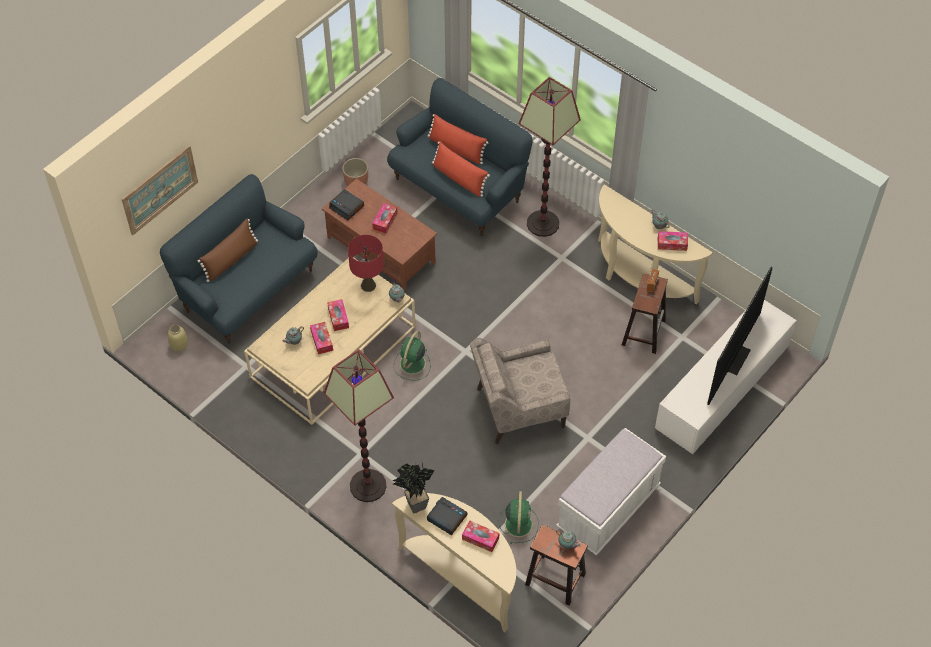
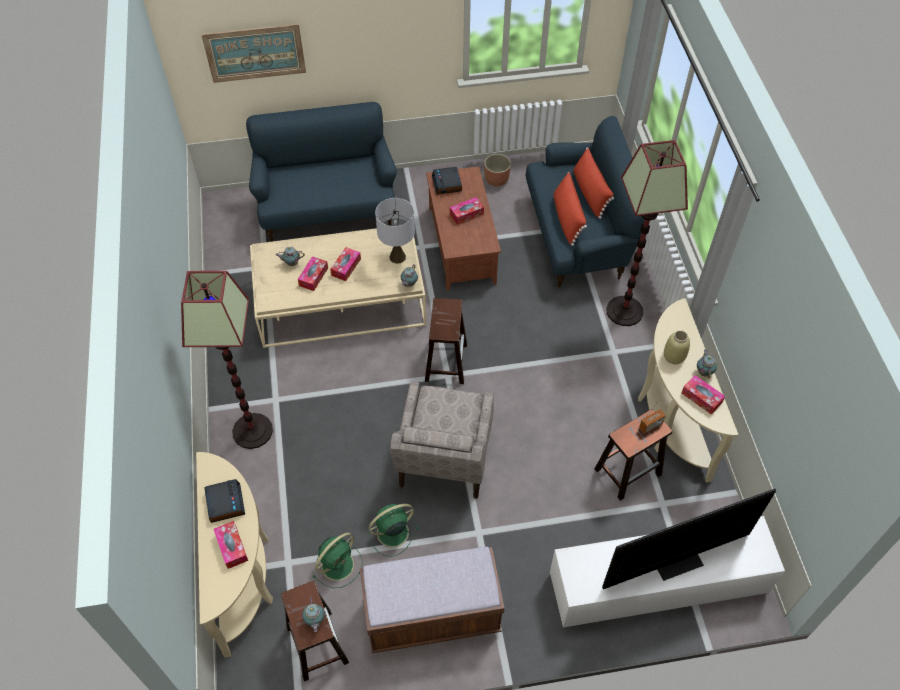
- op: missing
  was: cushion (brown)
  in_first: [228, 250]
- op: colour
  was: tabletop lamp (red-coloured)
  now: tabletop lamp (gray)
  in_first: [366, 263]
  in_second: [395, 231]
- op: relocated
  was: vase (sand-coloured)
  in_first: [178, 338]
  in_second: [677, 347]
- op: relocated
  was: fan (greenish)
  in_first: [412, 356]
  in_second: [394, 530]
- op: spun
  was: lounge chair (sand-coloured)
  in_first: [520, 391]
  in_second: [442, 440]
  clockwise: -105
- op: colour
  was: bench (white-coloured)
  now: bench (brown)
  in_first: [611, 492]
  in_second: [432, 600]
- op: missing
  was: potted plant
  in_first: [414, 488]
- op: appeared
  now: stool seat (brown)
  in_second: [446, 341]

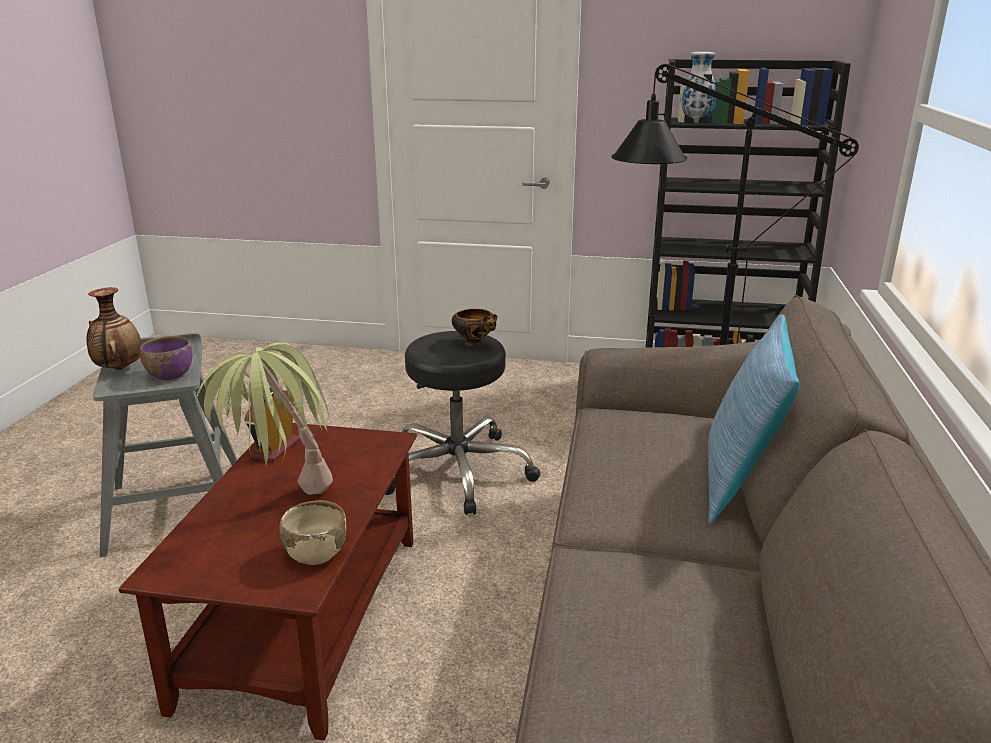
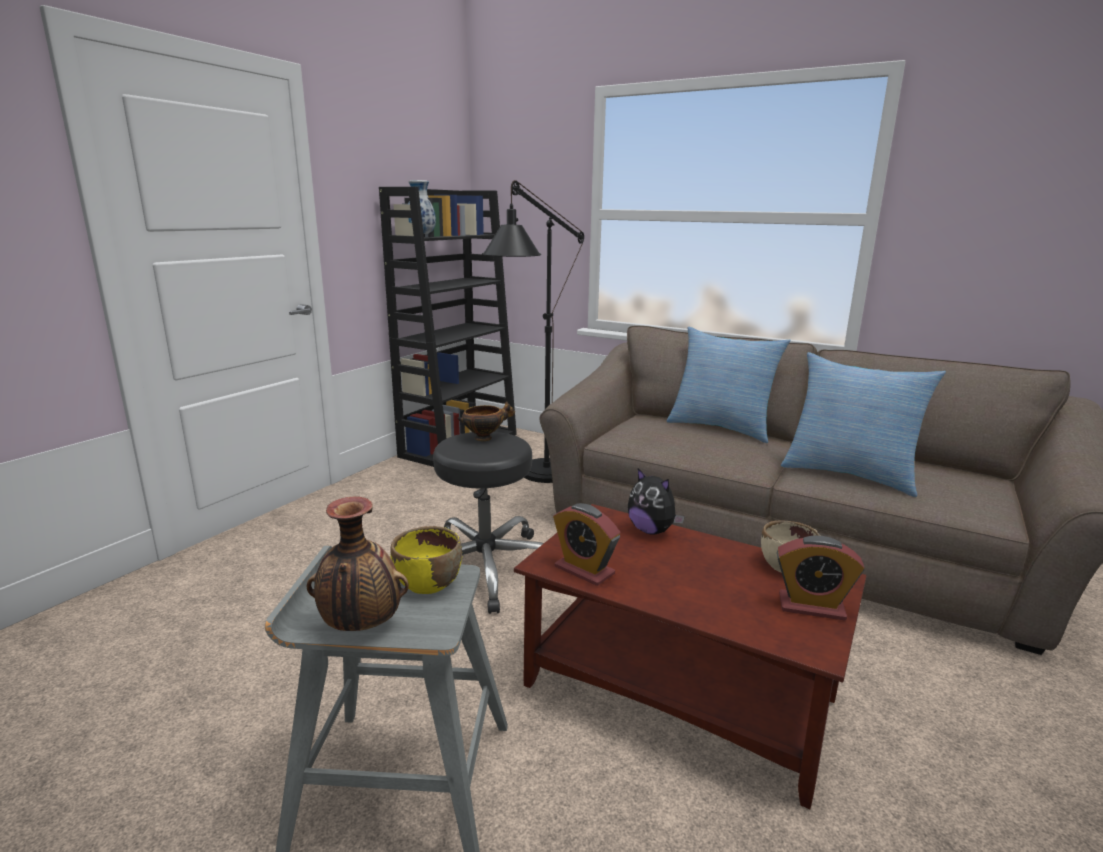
- op: colour
  was: bowl (purple-coloured)
  now: bowl (yellow-coloured)
  in_first: [166, 358]
  in_second: [426, 560]
- op: missing
  was: potted plant
  in_first: [264, 418]
- op: appeared
  now: cushion
  in_second: [863, 424]
- op: appeared
  now: soft toy
  in_second: [656, 501]
- op: appeared
  now: alarm clock
  in_second: [820, 578]

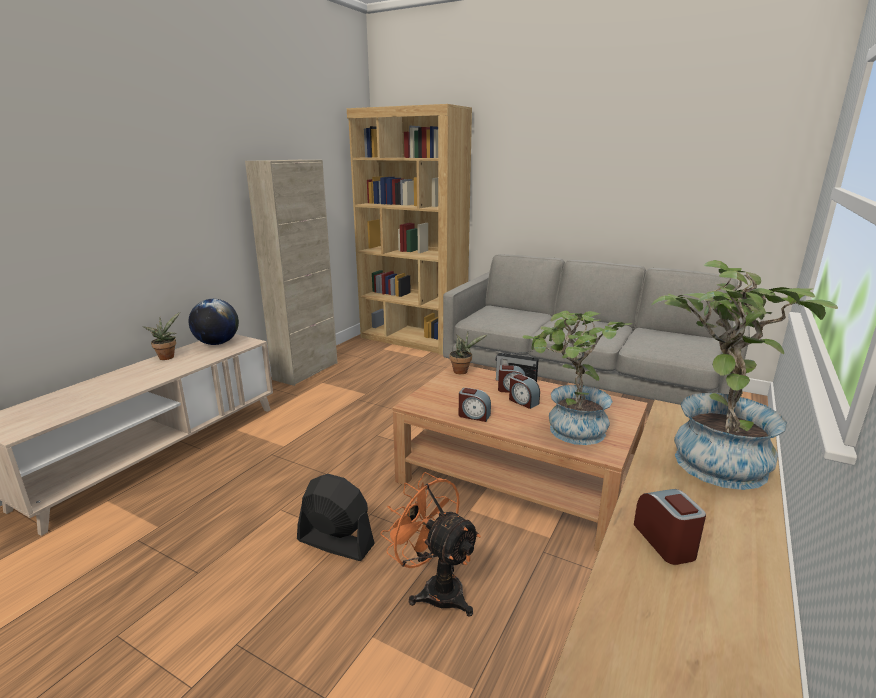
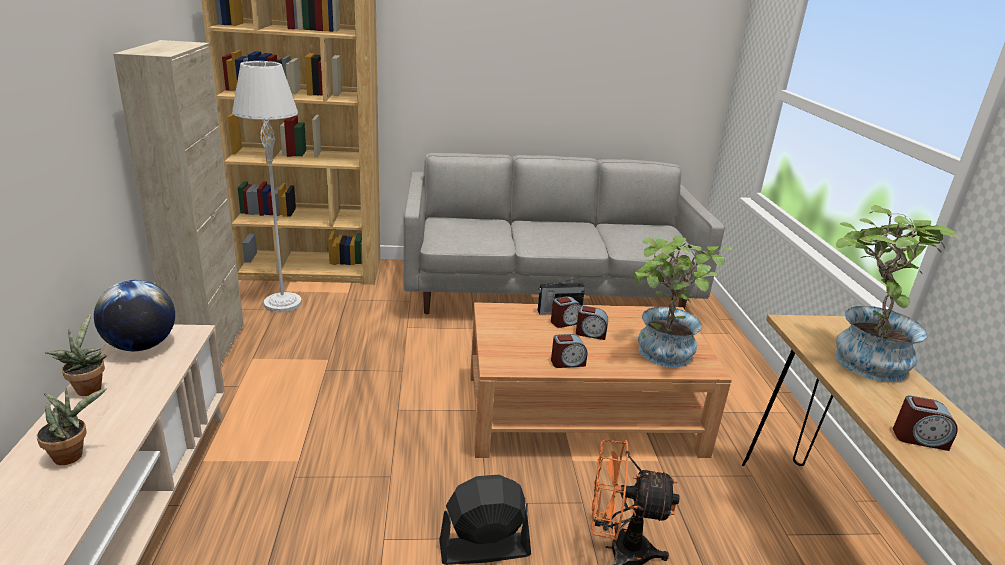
- op: relocated
  was: potted plant
  in_first: [468, 353]
  in_second: [72, 426]
- op: spun
  was: alarm clock
  in_first: [670, 527]
  in_second: [925, 423]
  clockwise: 150
- op: appeared
  now: floor lamp (gray)
  in_second: [267, 186]

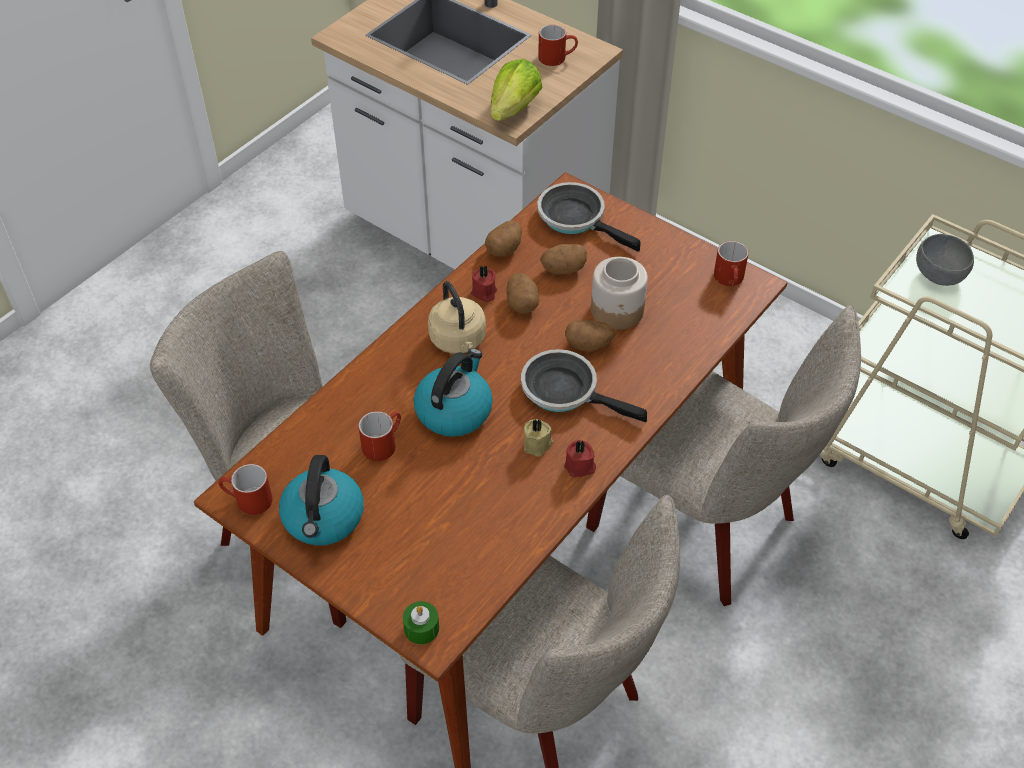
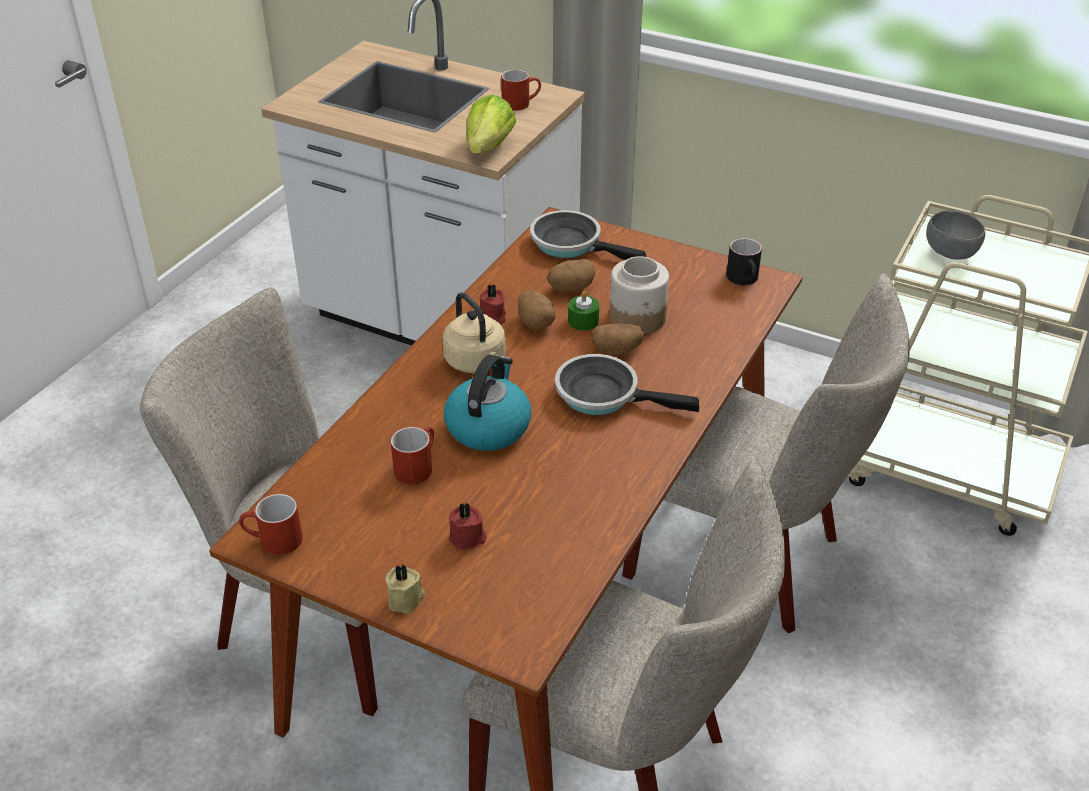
- op: missing
  was: potato
  in_first: [503, 238]
- op: colour
  was: mug (red-coloured)
  now: mug (blackish)
  in_first: [731, 263]
  in_second: [744, 261]
- op: relocated
  was: wax candle (sand-coloured)
  in_first: [538, 438]
  in_second: [405, 589]
- op: relocated
  was: wax candle (red-coloured)
  in_first: [580, 458]
  in_second: [468, 526]
- op: missing
  was: kettle
  in_first: [321, 500]
- op: relocated
  was: wax candle (greenish)
  in_first: [421, 622]
  in_second: [583, 311]

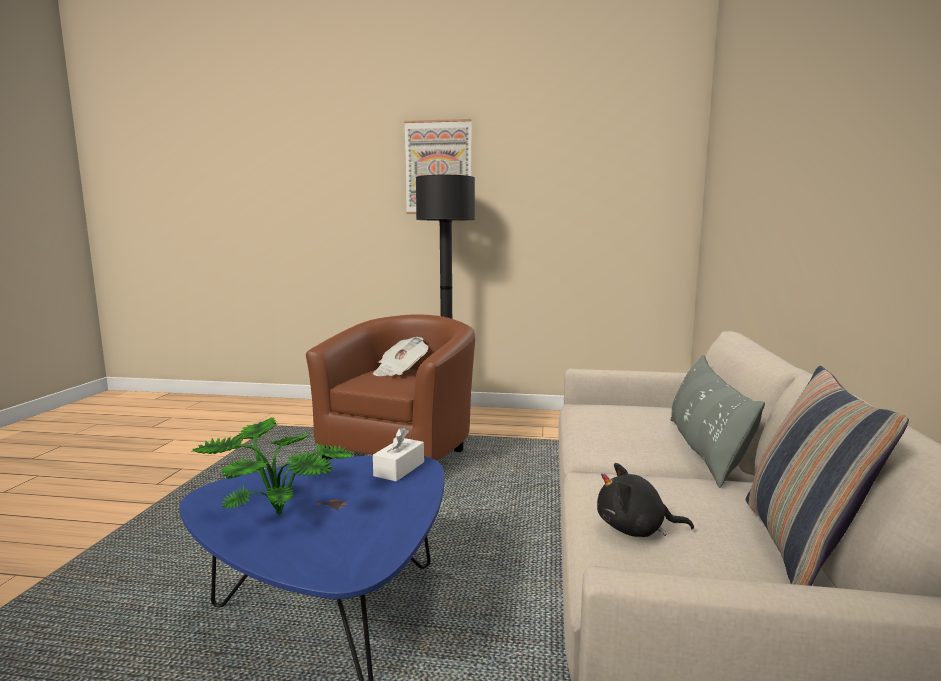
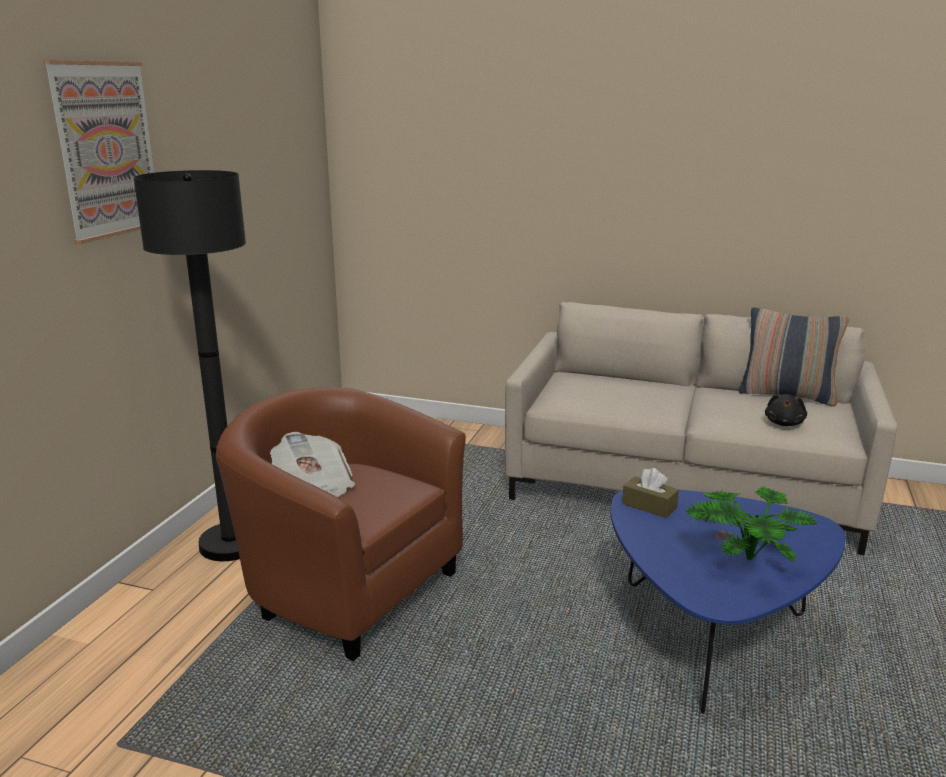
- op: missing
  was: cushion (gray)
  in_first: [718, 421]
- op: colour
  was: tissue holder (white-coloured)
  now: tissue holder (brown)
  in_first: [398, 454]
  in_second: [650, 493]

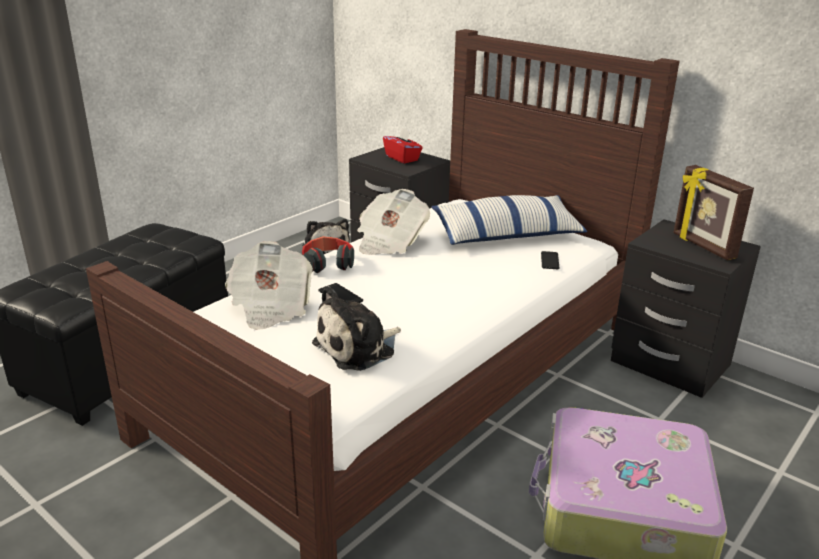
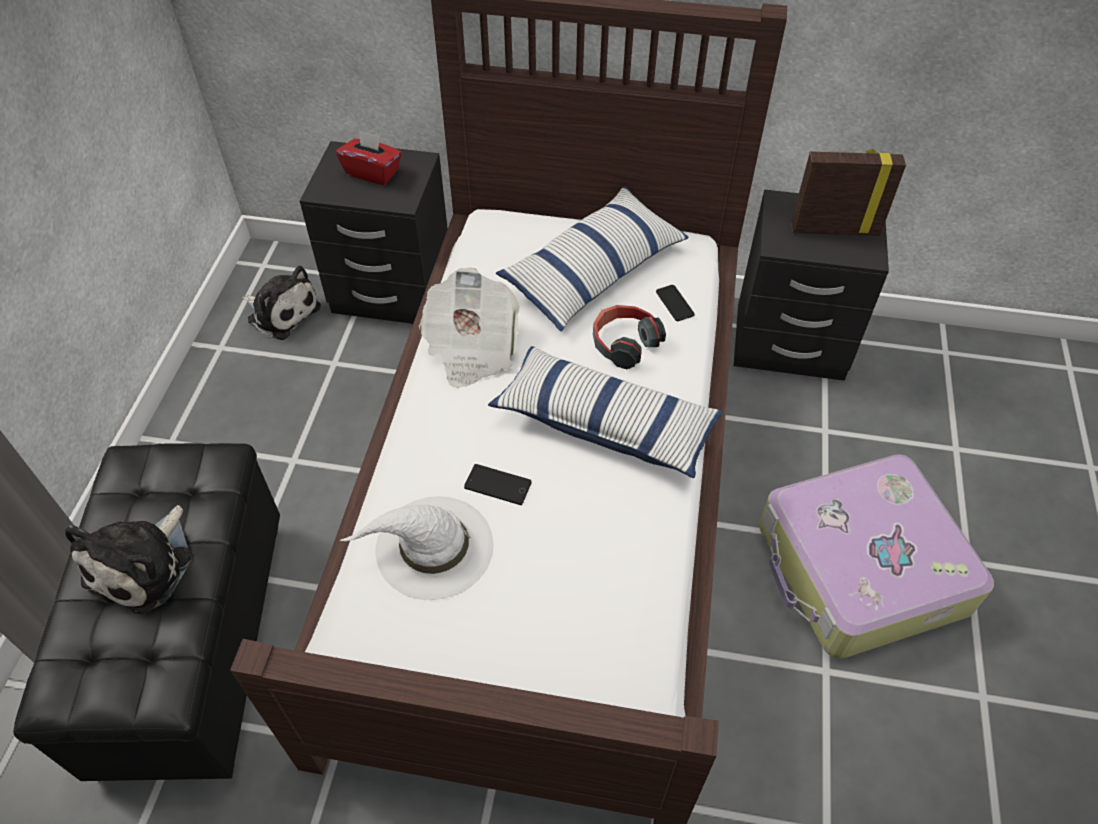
- op: spun
  was: picture frame
  in_first: [713, 212]
  in_second: [848, 192]
  clockwise: 150
- op: relocated
  was: headset
  in_first: [328, 254]
  in_second: [629, 337]
- op: exchanged
  was: daily paper
  now: hat (white-coloured)
  in_first: [269, 285]
  in_second: [416, 548]
- op: relocated
  was: soft toy
  in_first: [356, 328]
  in_second: [128, 559]
- op: appeared
  now: cushion
  in_second: [605, 412]

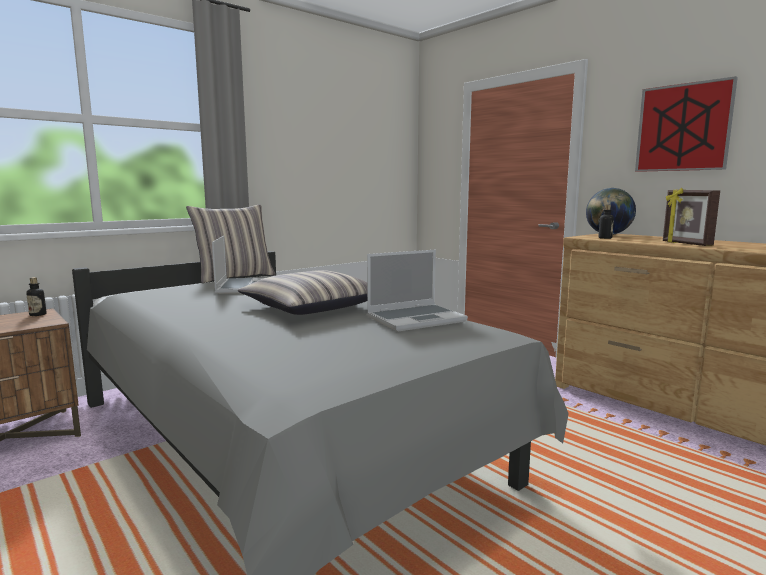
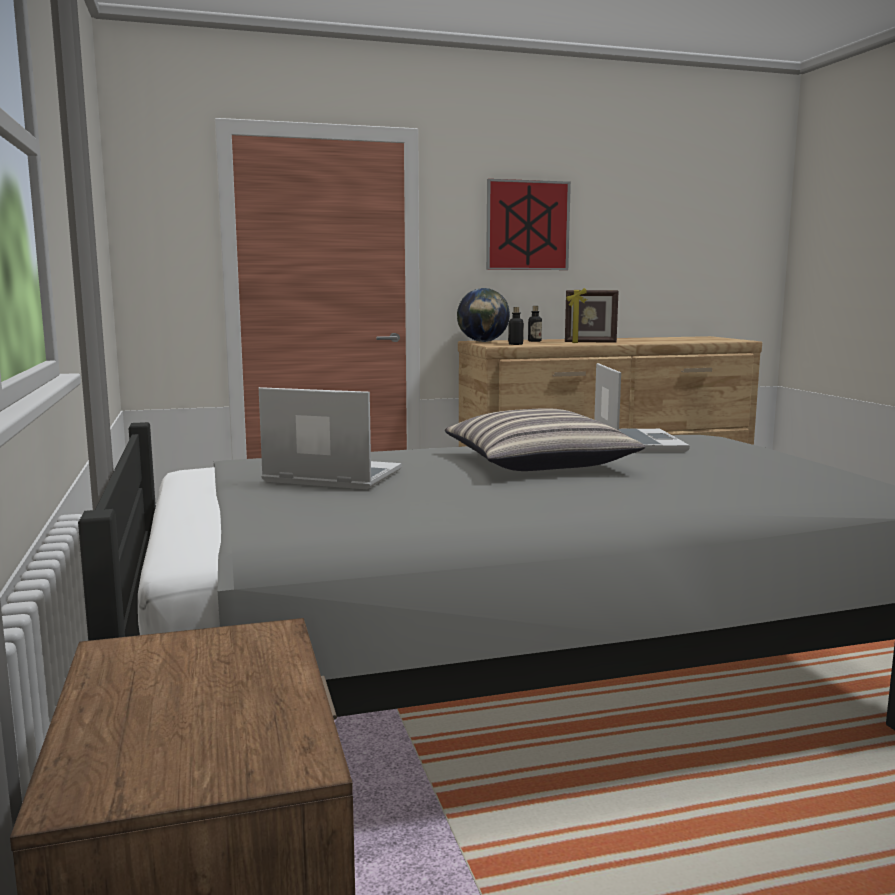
- op: missing
  was: cushion
  in_first: [230, 243]
- op: relocated
  was: drink bottle
  in_first: [36, 296]
  in_second: [535, 324]

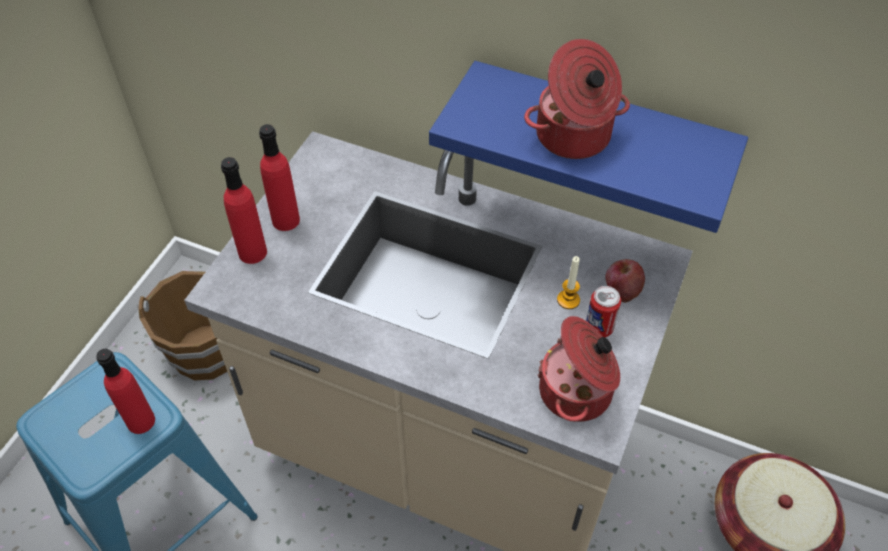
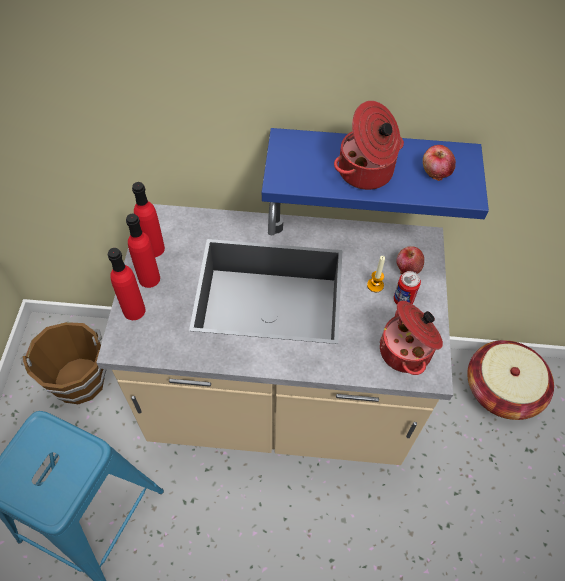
- op: relocated
  was: drink bottle (red-coloured)
  in_first: [125, 391]
  in_second: [148, 219]
- op: appeared
  now: apple fruit
  in_second: [439, 163]

